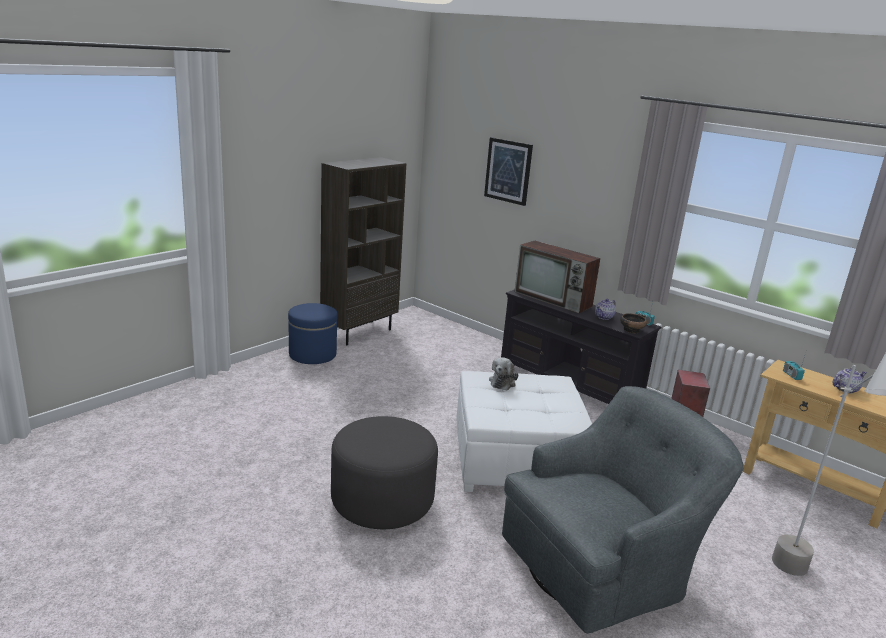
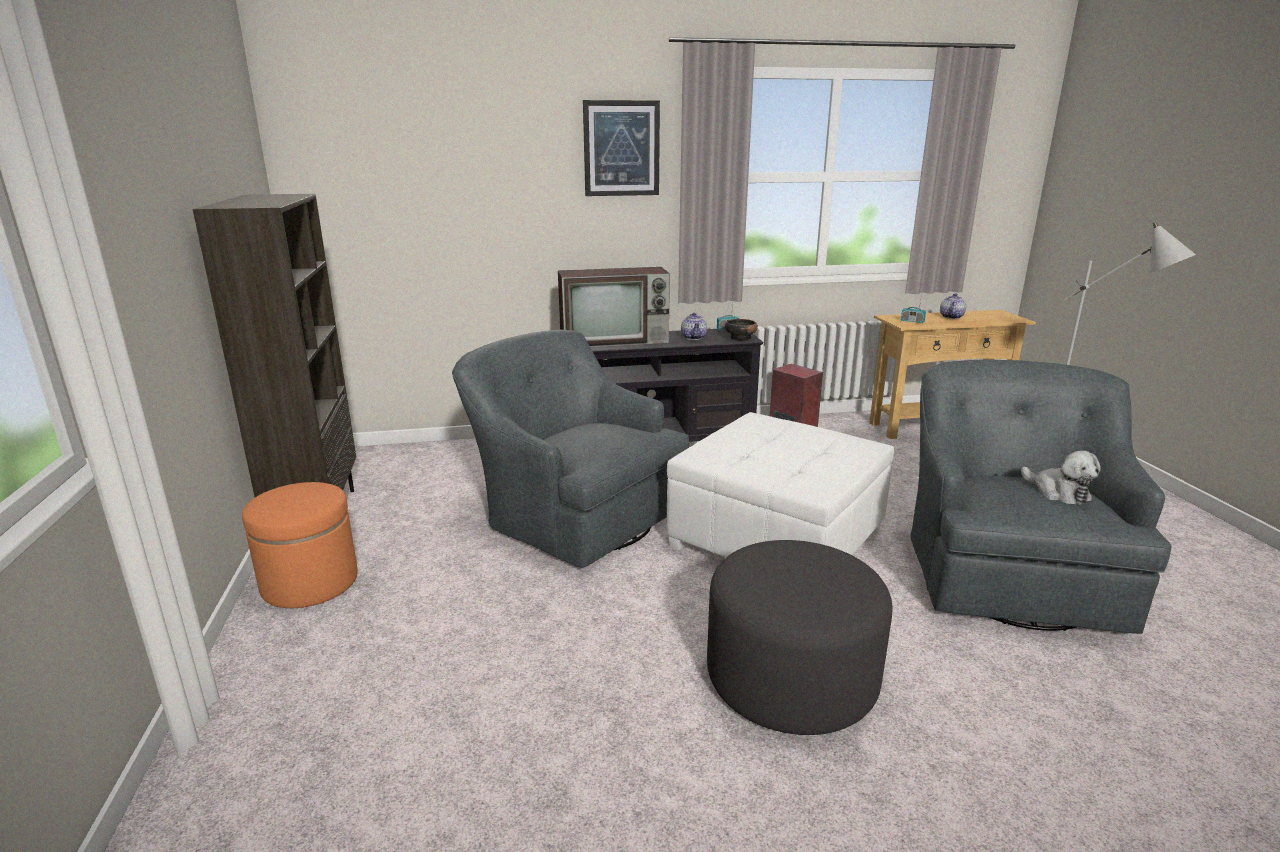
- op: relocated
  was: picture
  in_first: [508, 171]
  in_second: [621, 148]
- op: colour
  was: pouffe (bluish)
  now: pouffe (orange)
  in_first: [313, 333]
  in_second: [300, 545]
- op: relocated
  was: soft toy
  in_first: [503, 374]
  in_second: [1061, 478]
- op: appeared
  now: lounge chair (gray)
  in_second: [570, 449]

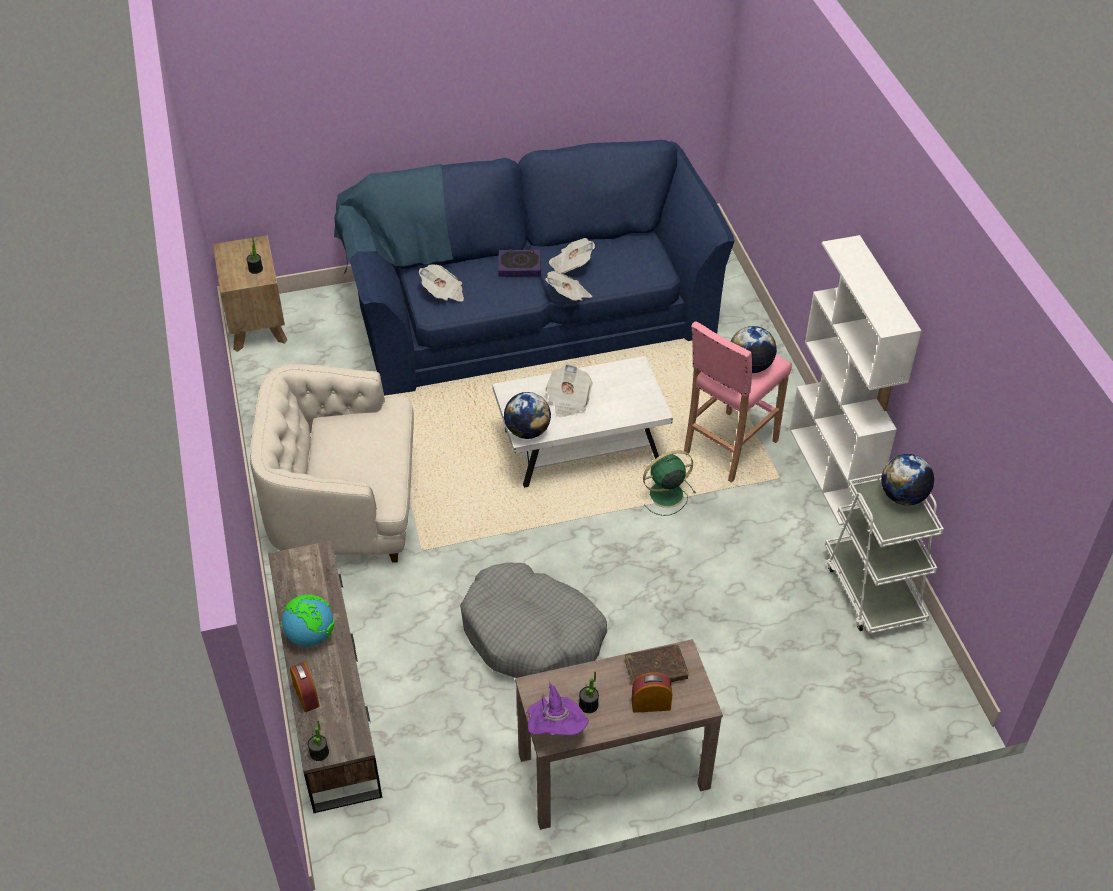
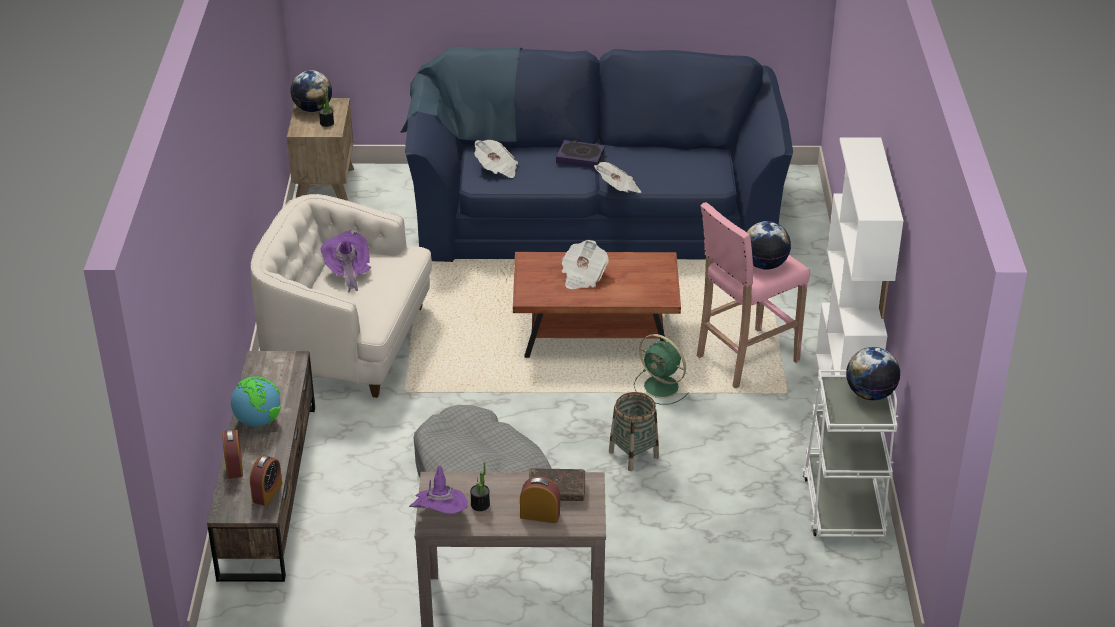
- op: missing
  was: daily paper
  in_first: [572, 255]
- op: colour
  was: lounge table (white-coloured)
  now: lounge table (brown)
  in_first: [582, 422]
  in_second: [597, 305]
- op: relocated
  was: desk globe
  in_first: [527, 415]
  in_second: [311, 91]
- op: spun
  was: fan (greenish)
  in_first: [669, 483]
  in_second: [661, 369]
  clockwise: -135
- op: missing
  was: potted plant
  in_first: [318, 740]
- op: appeared
  now: hat (purple-coloured)
  in_second: [346, 261]
- op: appeared
  now: household basket
  in_second: [634, 431]
- op: appeared
  now: alarm clock
  in_second: [266, 480]

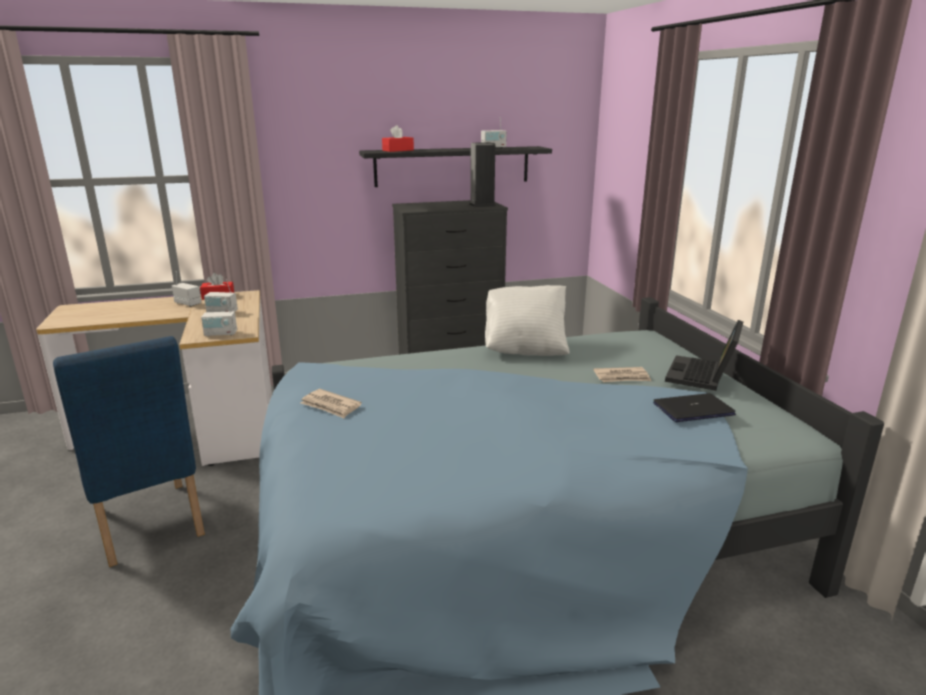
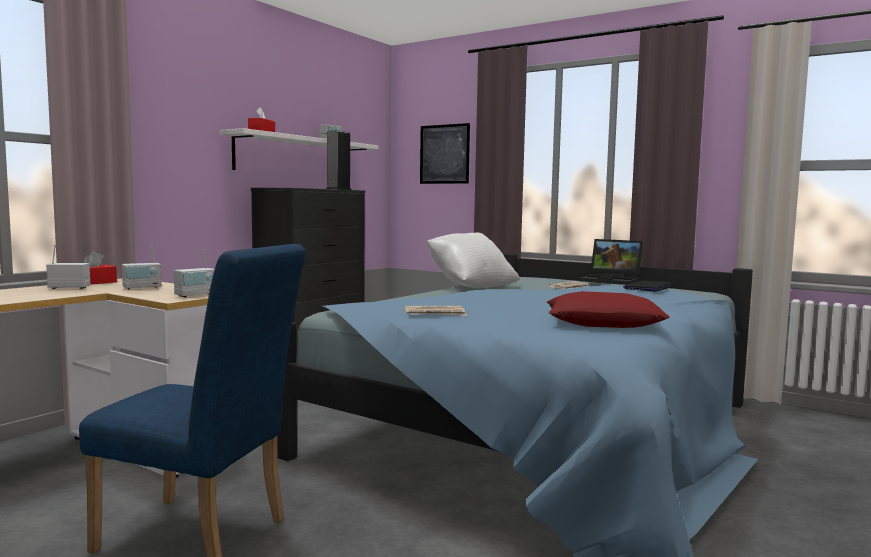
- op: colour
  was: wall shelf (blackish)
  now: wall shelf (white-coloured)
  in_first: [455, 166]
  in_second: [299, 149]
- op: spun
  was: notebook computer
  in_first: [704, 355]
  in_second: [611, 262]
  clockwise: -45
- op: appeared
  now: picture
  in_second: [445, 153]
- op: appeared
  now: cushion (red-coloured)
  in_second: [608, 309]

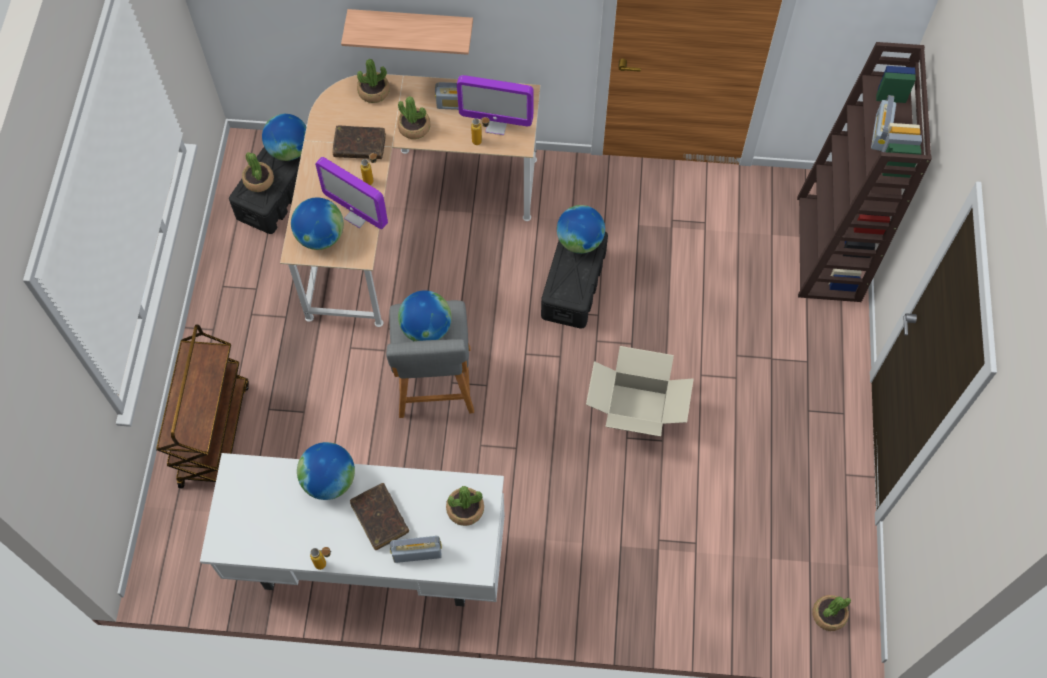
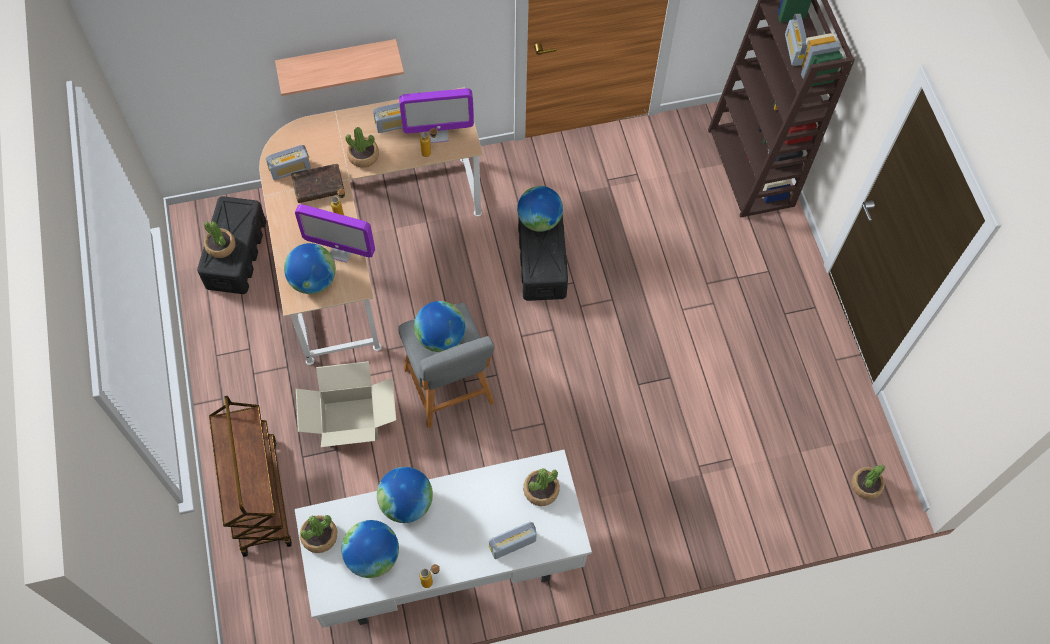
- op: relocated
  was: potted plant
  in_first: [373, 81]
  in_second: [318, 534]
- op: relocated
  was: desk globe
  in_first: [284, 137]
  in_second: [370, 549]
- op: relocated
  was: packing box
  in_first: [639, 391]
  in_second: [346, 404]
- op: missing
  was: bound book (brown)
  in_first: [379, 516]
- op: appeared
  now: radio
  in_second: [288, 162]

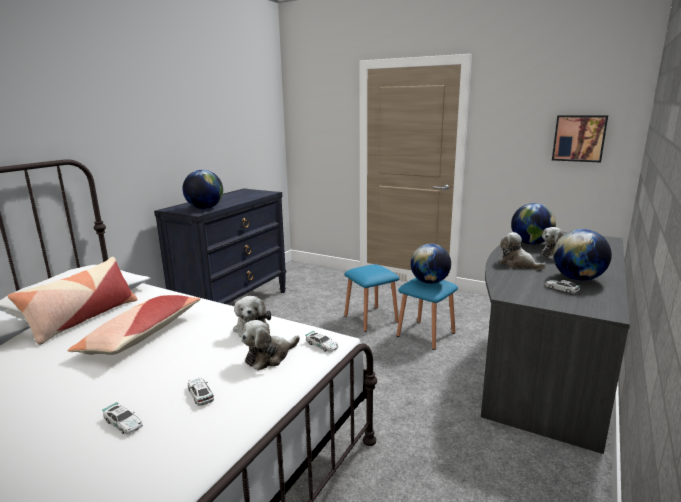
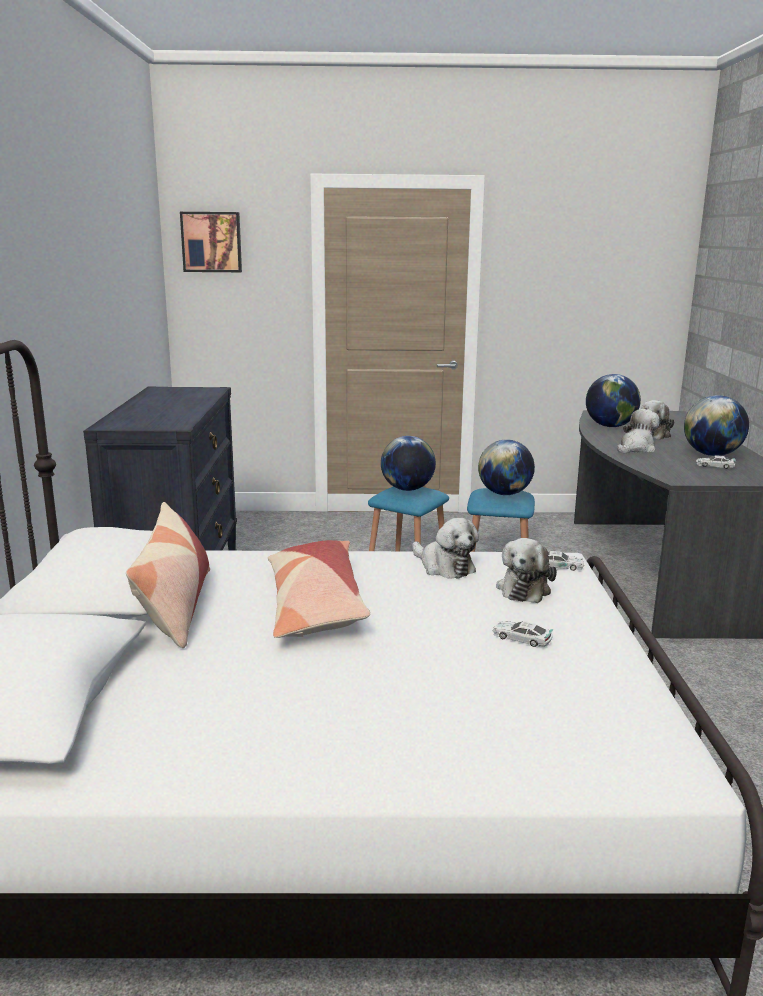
- op: relocated
  was: picture
  in_first: [580, 138]
  in_second: [211, 242]
- op: relocated
  was: desk globe
  in_first: [203, 189]
  in_second: [408, 463]
- op: spun
  was: soft toy
  in_first: [522, 251]
  in_second: [638, 431]
  clockwise: 120
- op: missing
  was: toy car
  in_first: [122, 418]

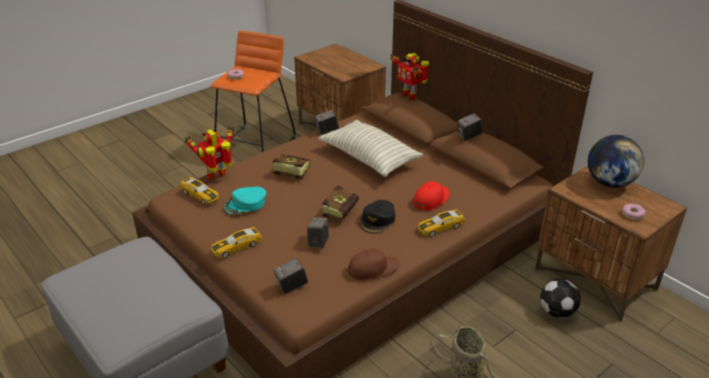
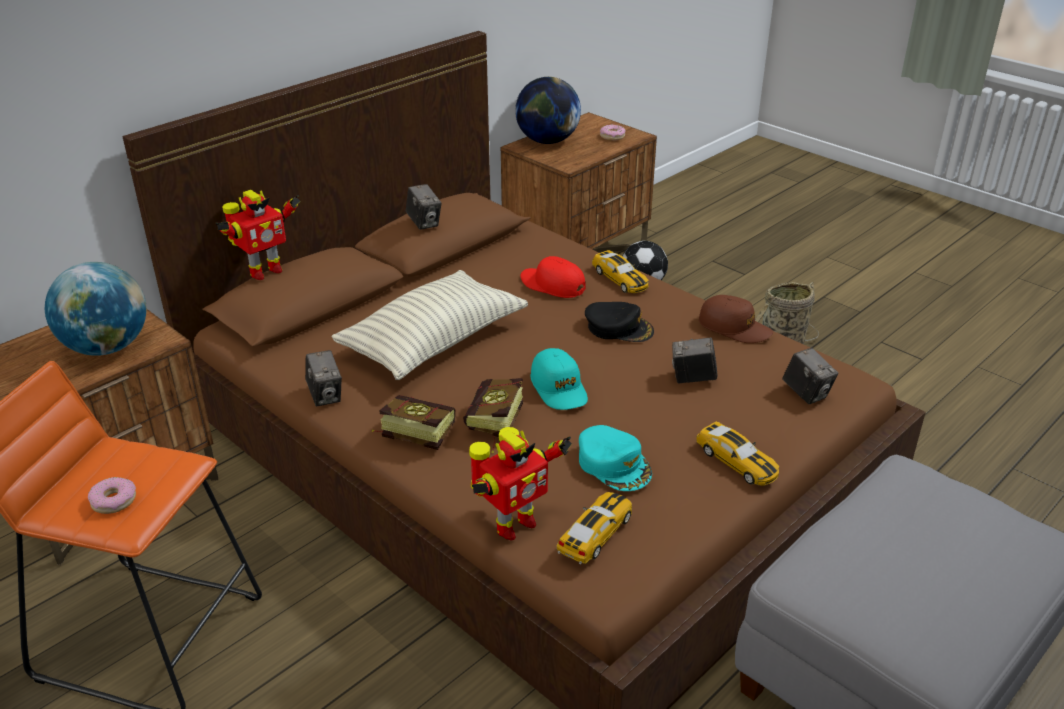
- op: spun
  was: toy robot
  in_first: [209, 152]
  in_second: [520, 483]
  clockwise: -90
- op: relocated
  was: bound book
  in_first: [340, 202]
  in_second: [413, 422]
- op: spun
  was: baseball cap (brown)
  in_first: [373, 264]
  in_second: [736, 319]
  clockwise: 150
- op: appeared
  now: desk globe
  in_second: [96, 309]
- op: appeared
  now: baseball cap (turquoise)
  in_second: [559, 379]

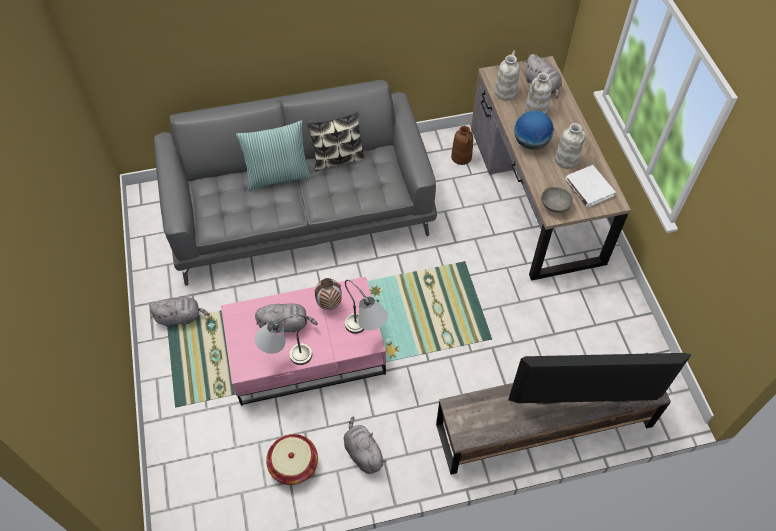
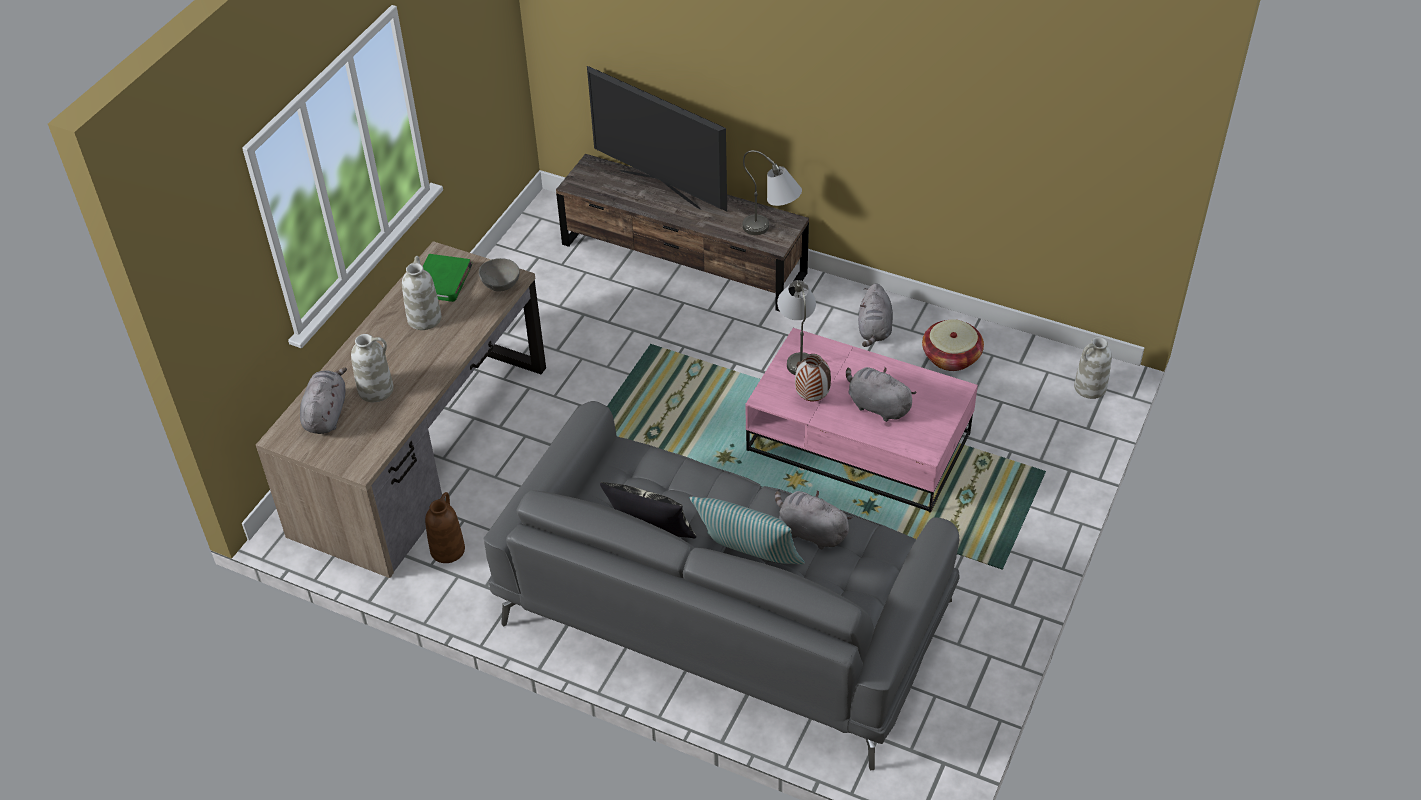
- op: relocated
  was: vase (white-coloured)
  in_first: [507, 75]
  in_second: [1093, 368]
- op: missing
  was: desk globe
  in_first: [534, 130]
- op: colour
  was: bound book (white-coloured)
  now: bound book (greenish)
  in_first: [590, 186]
  in_second: [448, 278]
- op: relocated
  was: soft toy (gray)
  in_first: [179, 312]
  in_second: [814, 520]
- op: relocated
  was: tabletop lamp (gray)
  in_first: [283, 339]
  in_second: [772, 192]

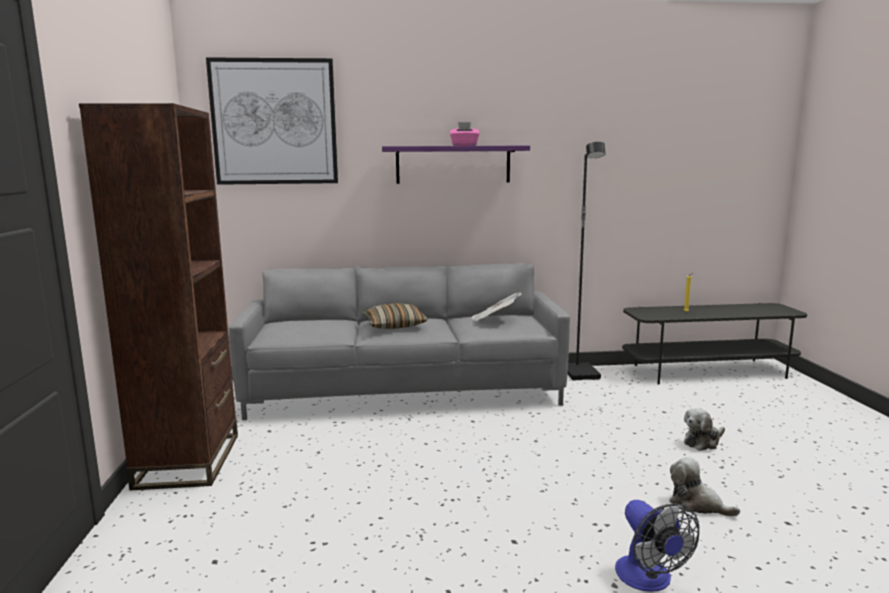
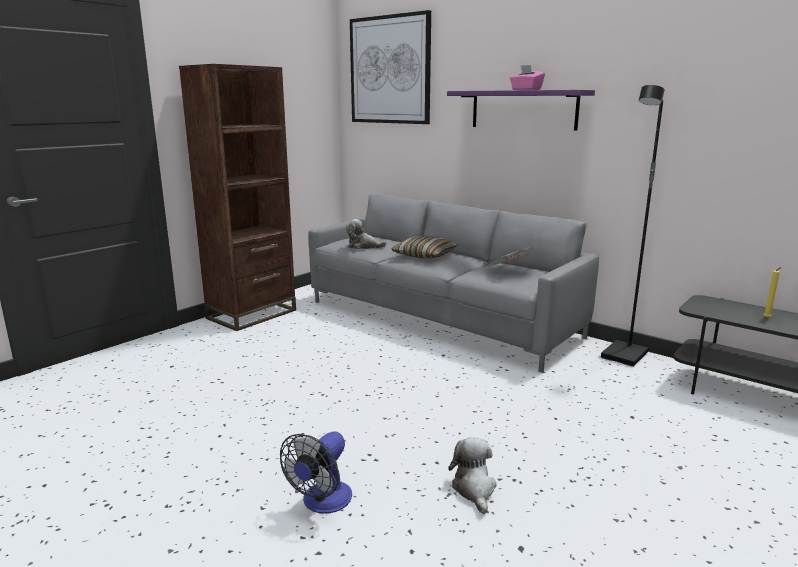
- op: relocated
  was: soft toy
  in_first: [704, 429]
  in_second: [366, 234]

